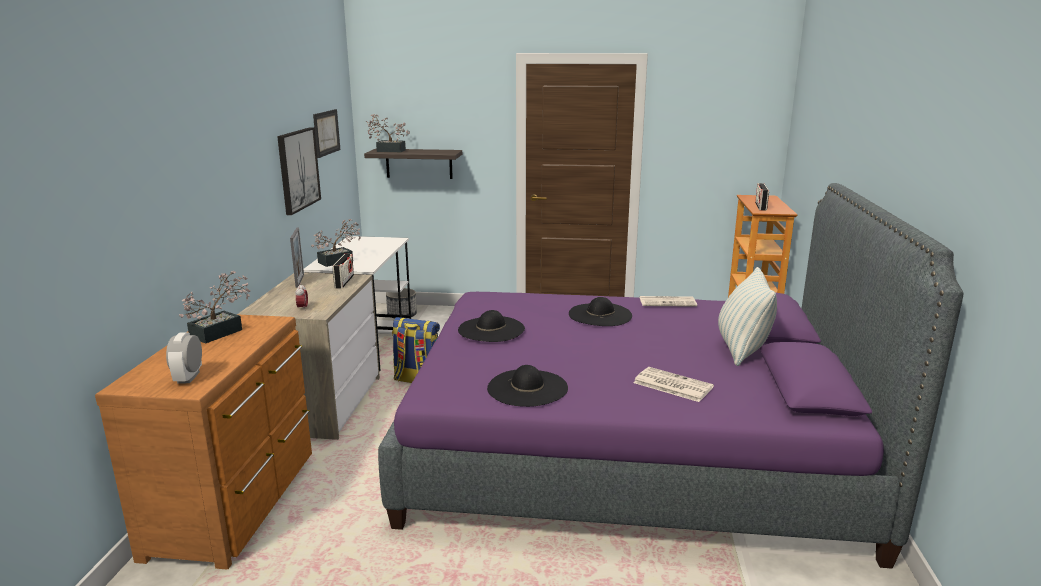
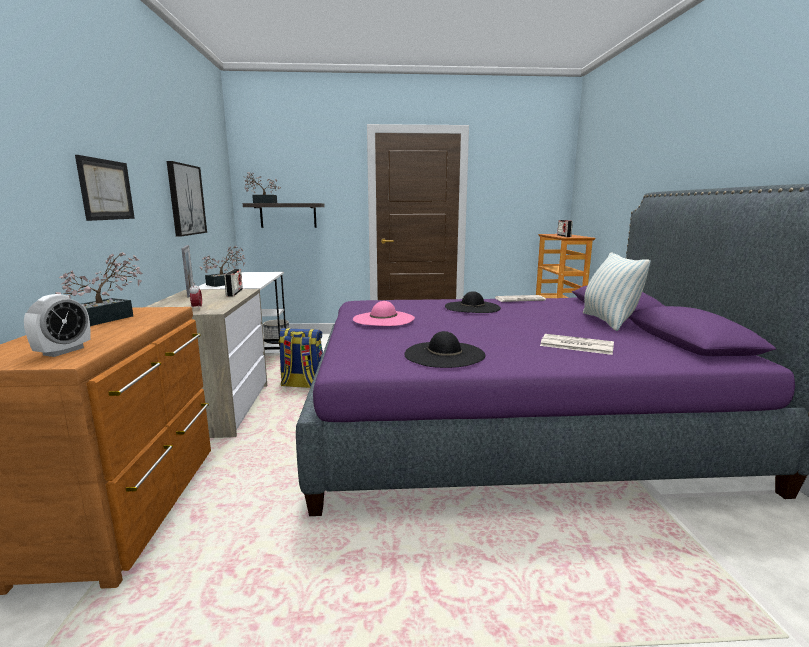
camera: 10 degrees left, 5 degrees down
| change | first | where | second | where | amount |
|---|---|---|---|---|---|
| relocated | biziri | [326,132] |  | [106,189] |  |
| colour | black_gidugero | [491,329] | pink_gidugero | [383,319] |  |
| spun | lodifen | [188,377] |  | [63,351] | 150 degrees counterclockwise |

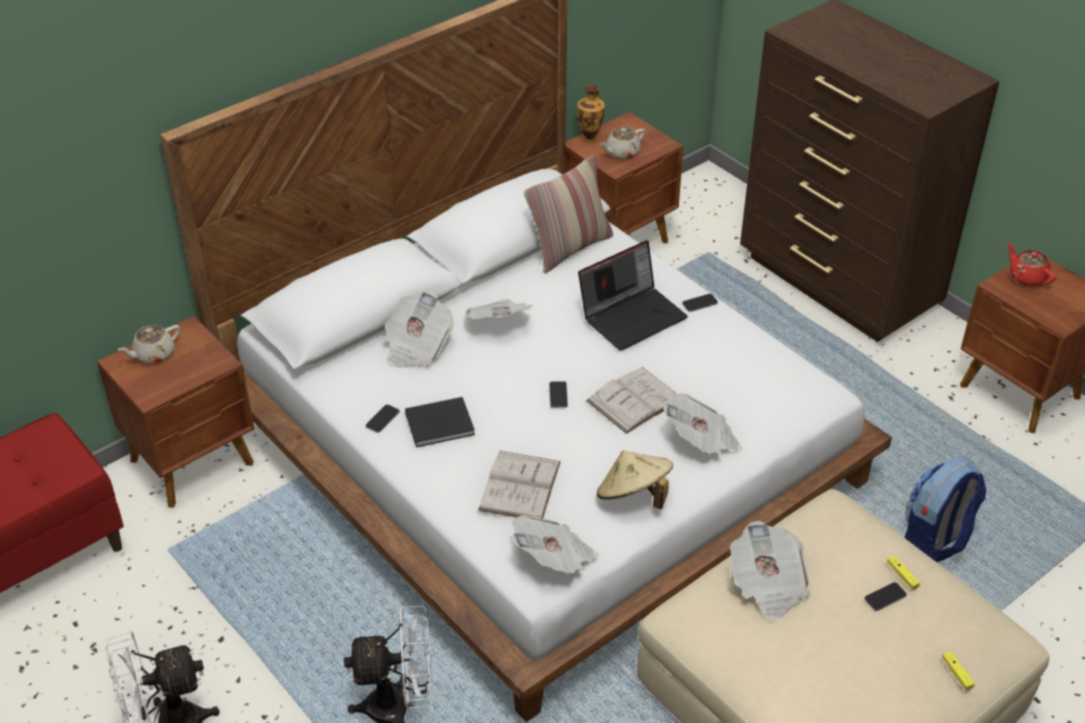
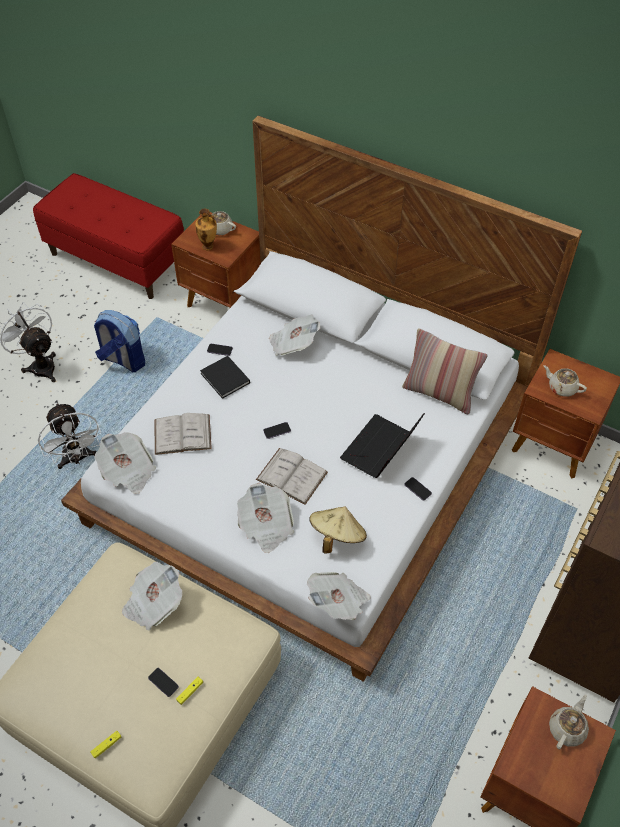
camera: 70 degrees right, 10 degrees up
| change | first | where | second | where | amount |
|---|---|---|---|---|---|
| relocated | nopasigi | [498,323] |  | [338,602] |  |
| relocated | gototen | [590,139] |  | [208,247] |  |
| relocated | beige_gidugero | [633,496] |  | [336,536] |  |
| relocated | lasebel | [935,541] |  | [123,360] |  |
| colour | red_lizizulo | [1026,277] | beige_lizizulo | [567,728] |  |
| spun | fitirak | [632,315] |  | [380,450] | 90 degrees clockwise |

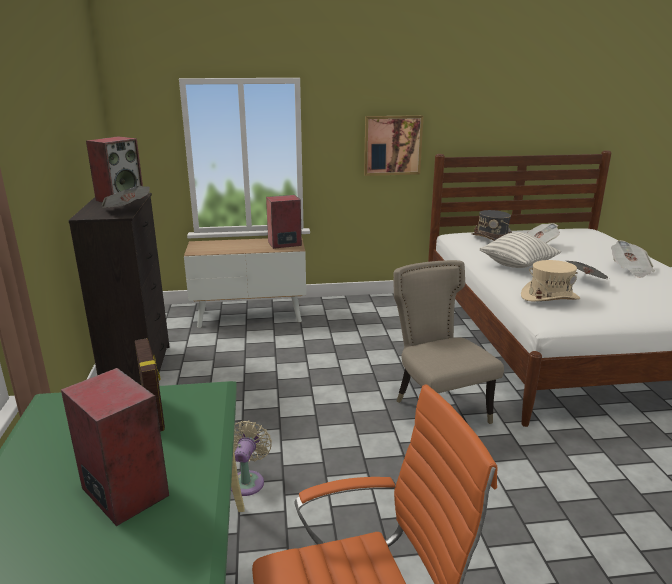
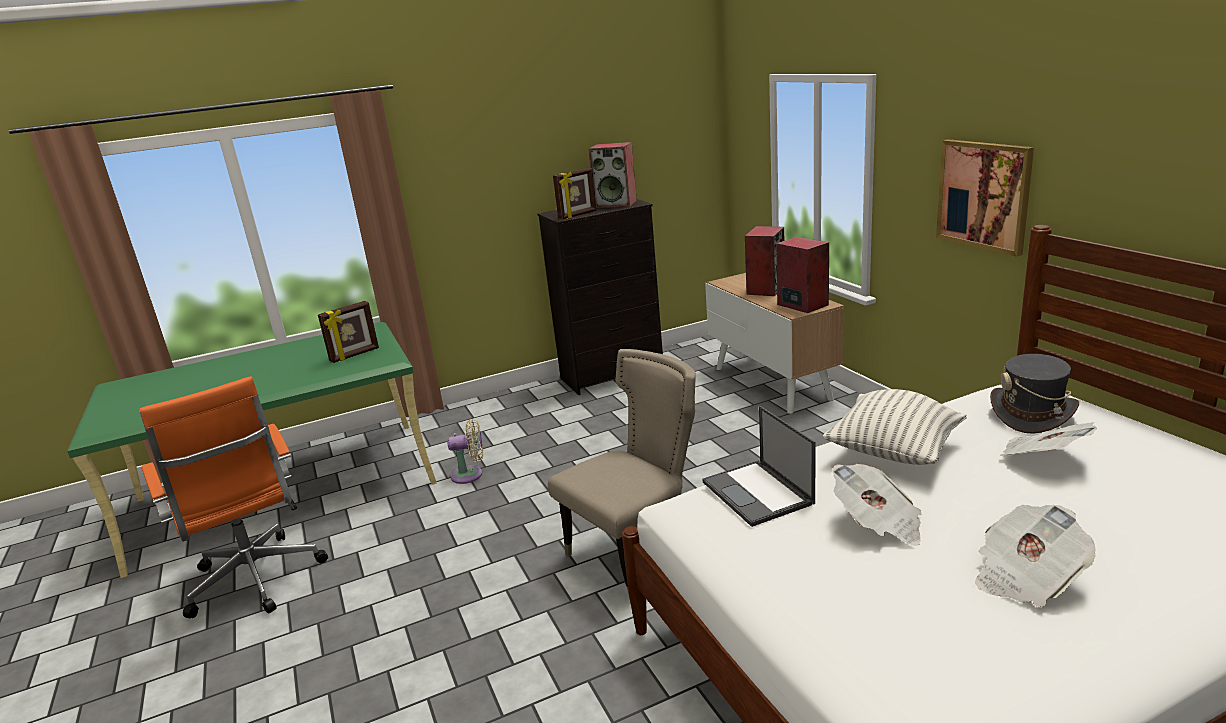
camera: 75 degrees right, 0 degrees up
| change | first | where | second | where | amount |
|---|---|---|---|---|---|
| relocated | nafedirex | [123,492] |  | [765,289] |  |
| exchanged | nopasigi | [127,210] | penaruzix | [578,215] |  |
| exchanged | beige_gidugero | [549,297] | fitirak | [758,493] |  |

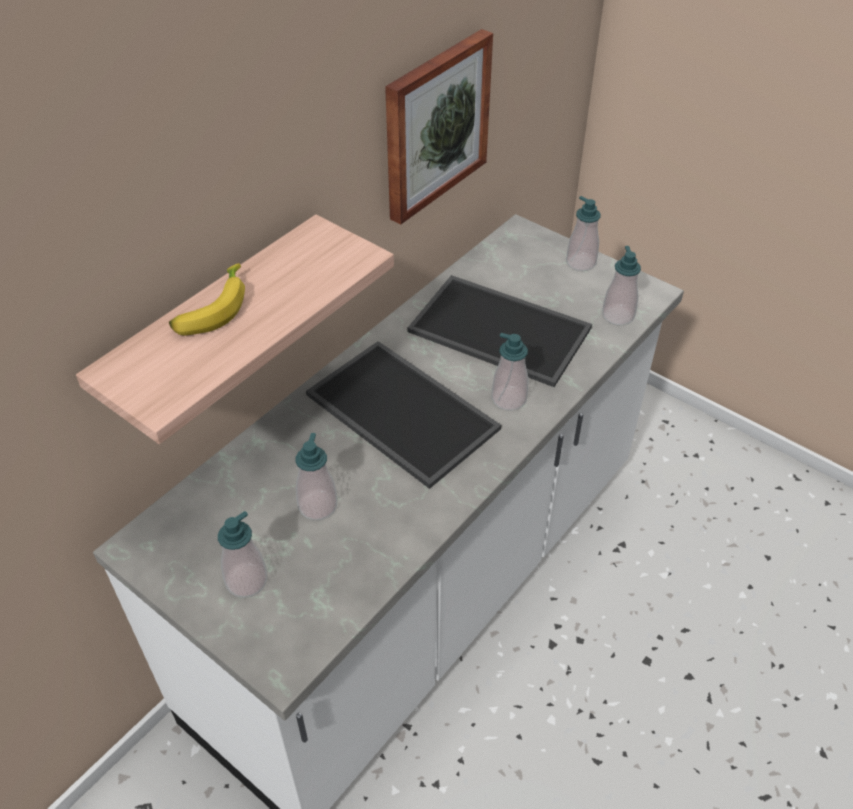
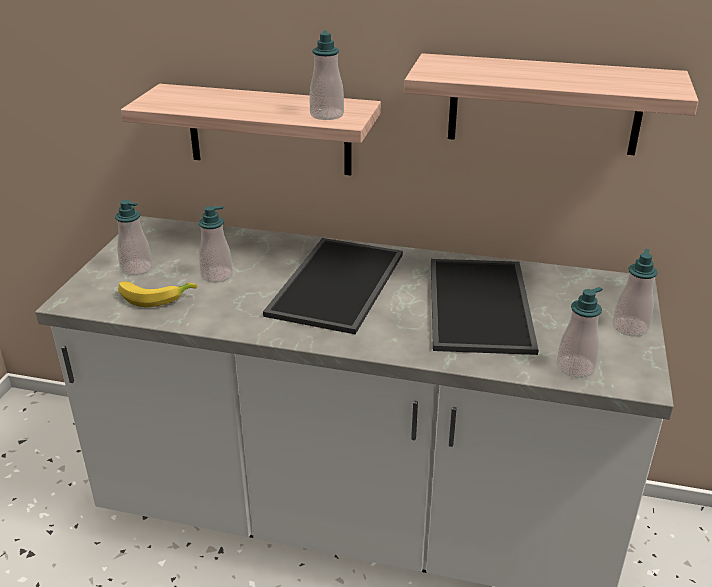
camera: 65 degrees right, 15 degrees down
| change | first | where | second | where | amount |
|---|---|---|---|---|---|
| relocated | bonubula | [211,310] |  | [155,297] |  |
| relocated | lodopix | [509,399] |  | [327,115] |  |
| exchanged | biziri | [435,125] | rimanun | [544,104] |  |

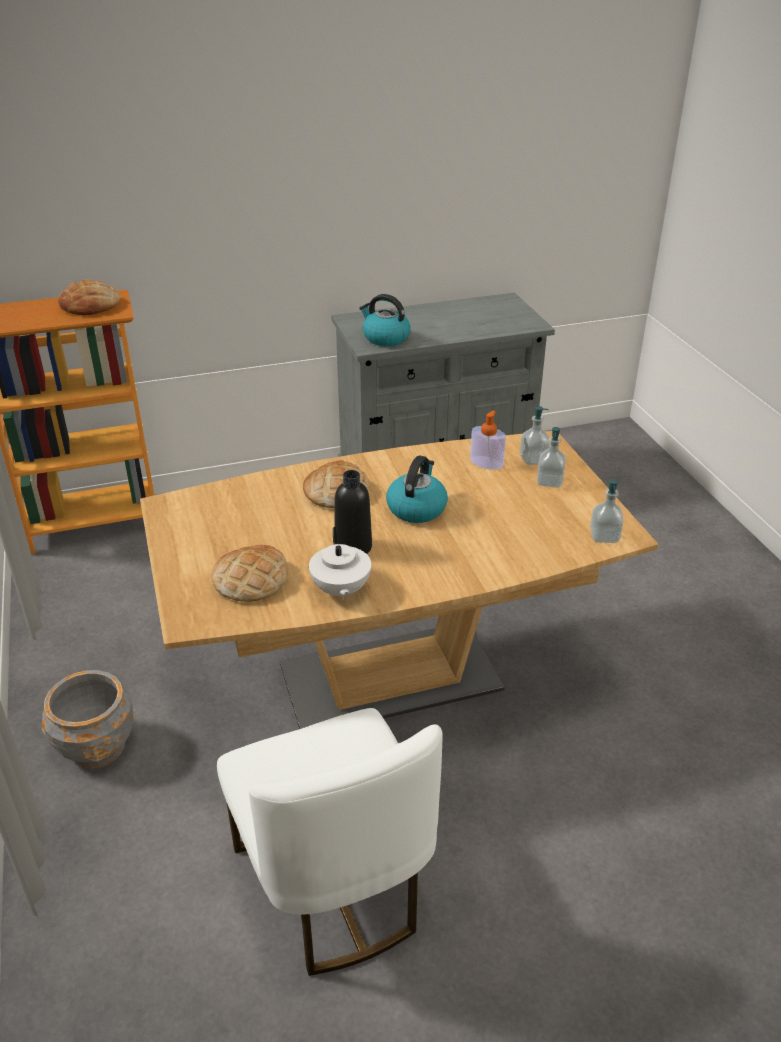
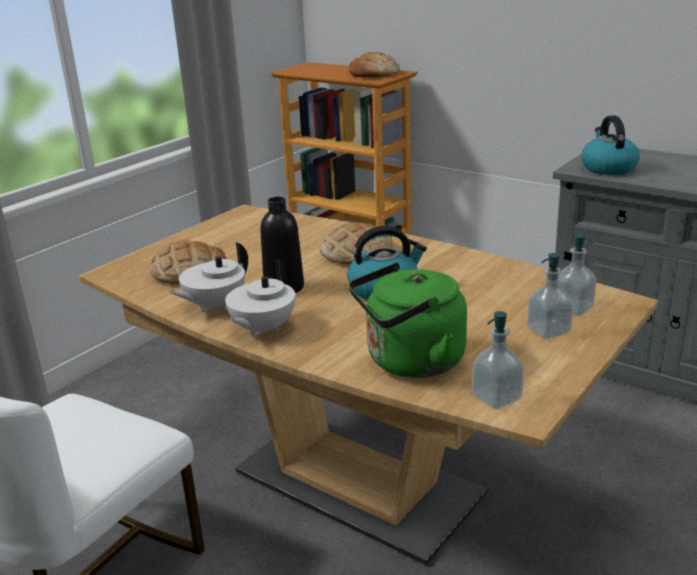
camera: 55 degrees right, 10 degrees down
| change | first | where | second | where | amount |
|---|---|---|---|---|---|
| missing | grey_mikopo | [96,746] |  |  |  |
| missing | lodopix | [486,463] |  |  |  |
| appeared |  |  | white_lizizulo | [262,329] |  |
| appeared |  |  | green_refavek | [410,362] |  |

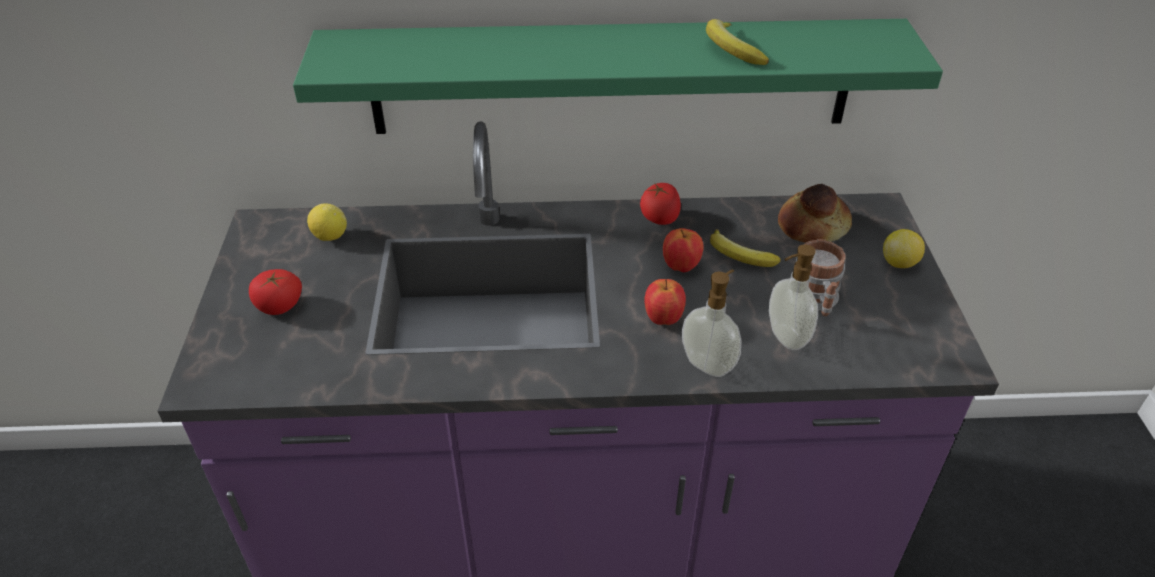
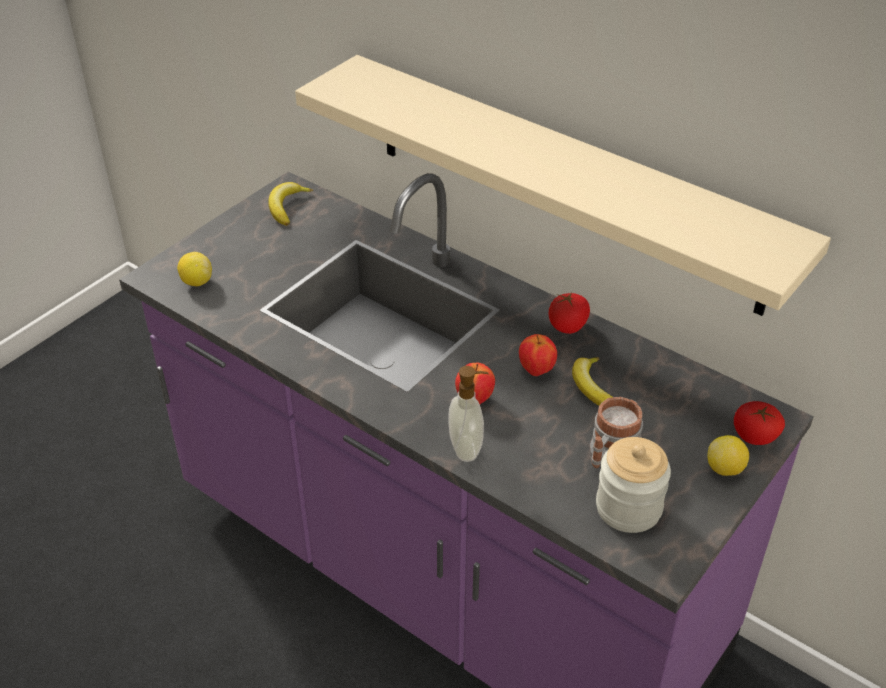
camera: 40 degrees right, 0 degrees up
| change | first | where | second | where | amount |
|---|---|---|---|---|---|
| missing | lodopix | [785,337] |  |  |  |
| missing | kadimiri | [812,226] |  |  |  |
| appeared |  |  | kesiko | [628,508] |  |
| relocated | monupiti | [279,307] |  | [754,436] |  |
| relocated | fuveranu | [330,236] |  | [197,282] |  |
| relocated | bonubula | [731,50] |  | [287,207] |  |
| colour | green_rimanun | [611,77] | beige_rimanun | [563,182] |  |

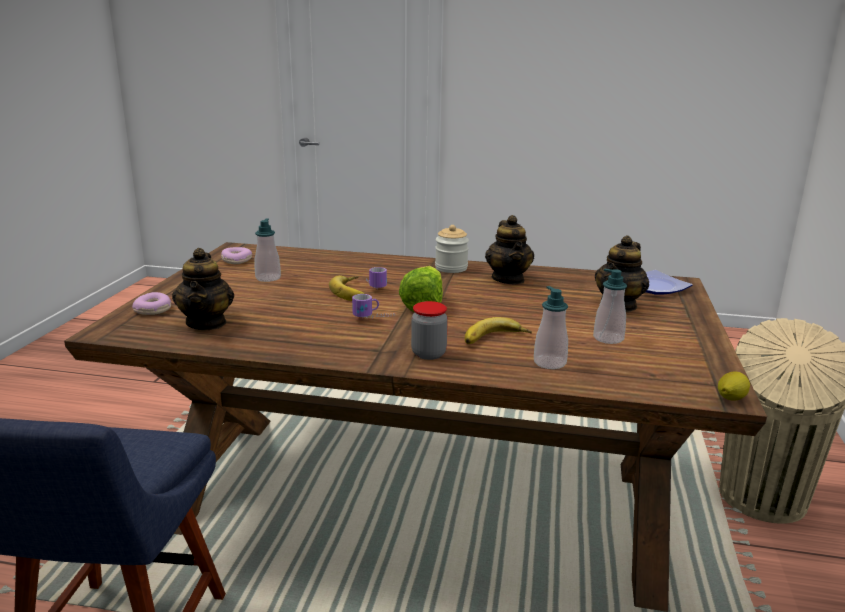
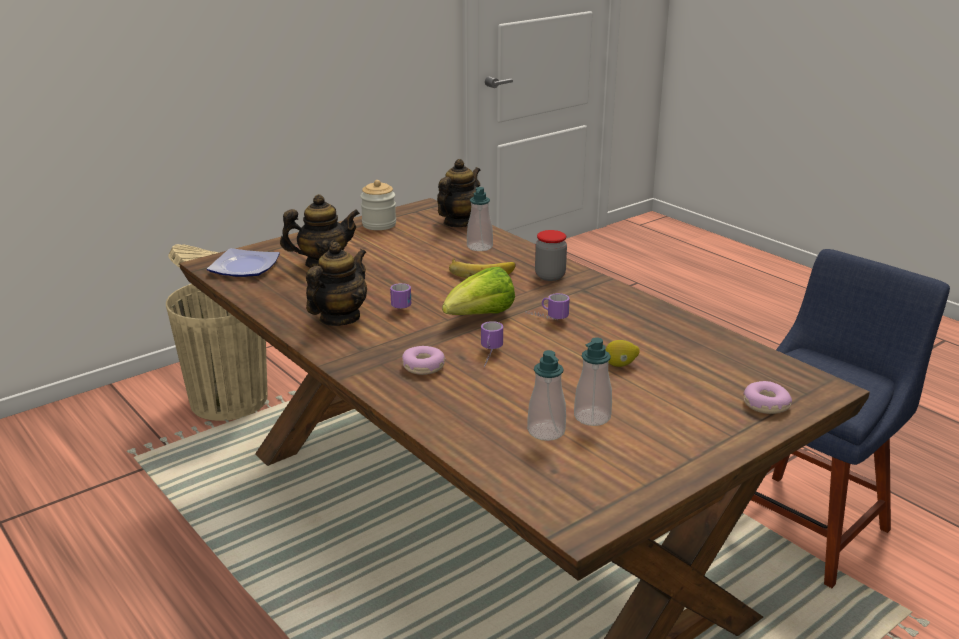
camera: 140 degrees left, 5 degrees up
| change | first | where | second | where | amount |
|---|---|---|---|---|---|
| missing | bonubula | [353,292] |  |  |  |
| appeared |  |  | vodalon | [402,305] |  |
| relocated | lizizulo | [207,323] |  | [459,223] |  |
| relocated | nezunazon | [236,260] |  | [423,367] |  |
| relocated | kesiko | [451,268] |  | [379,224] |  |
| relocated | lodopix | [608,338] |  | [546,431] |  |
| relocated | fuveranu | [730,399] |  | [620,365] |  |

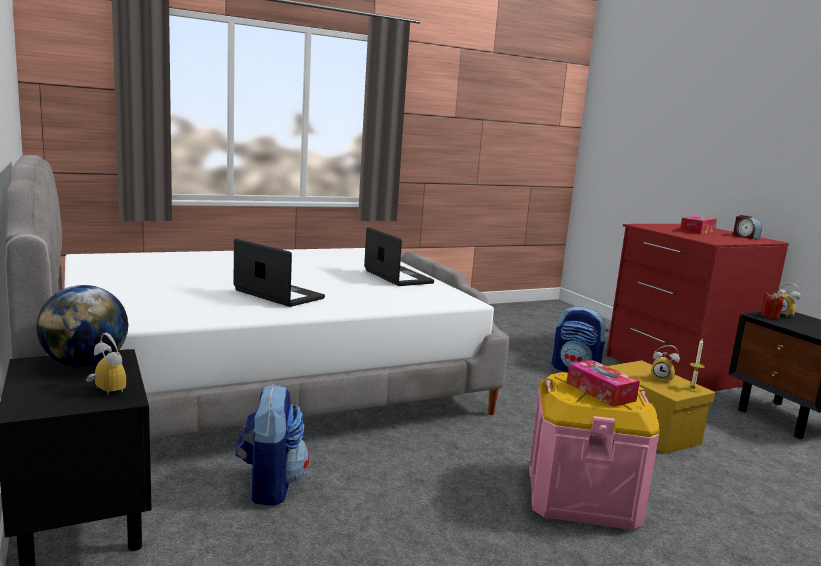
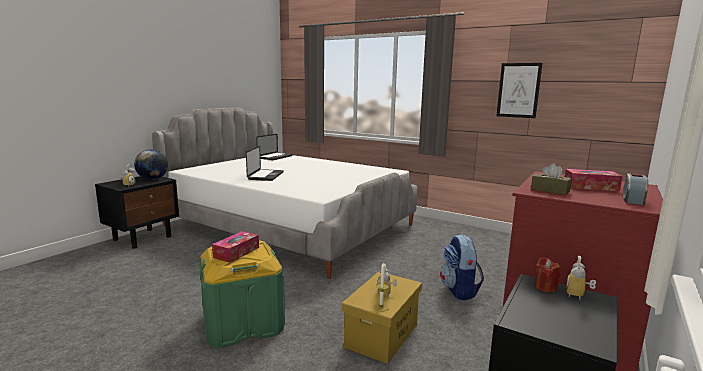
camera: 60 degrees right, 0 degrees up
| change | first | where | second | where | amount |
|---|---|---|---|---|---|
| missing | lasebel | [270,485] |  |  |  |
| appeared |  |  | biziri | [518,90] |  |
| appeared |  |  | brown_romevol | [550,190] |  |
| relocated | fitirak | [398,277] |  | [275,157] |  |
| colour | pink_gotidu | [582,496] | green_gotidu | [243,323] |  |

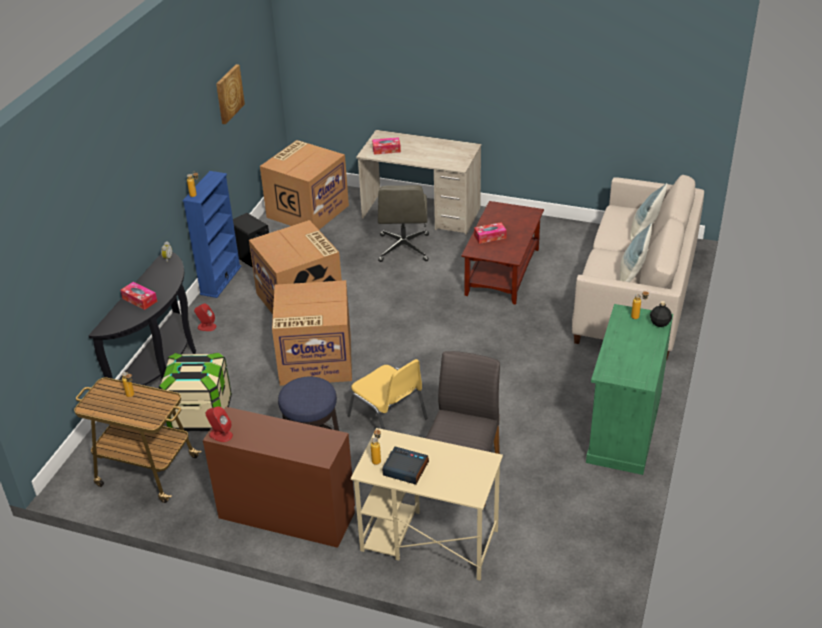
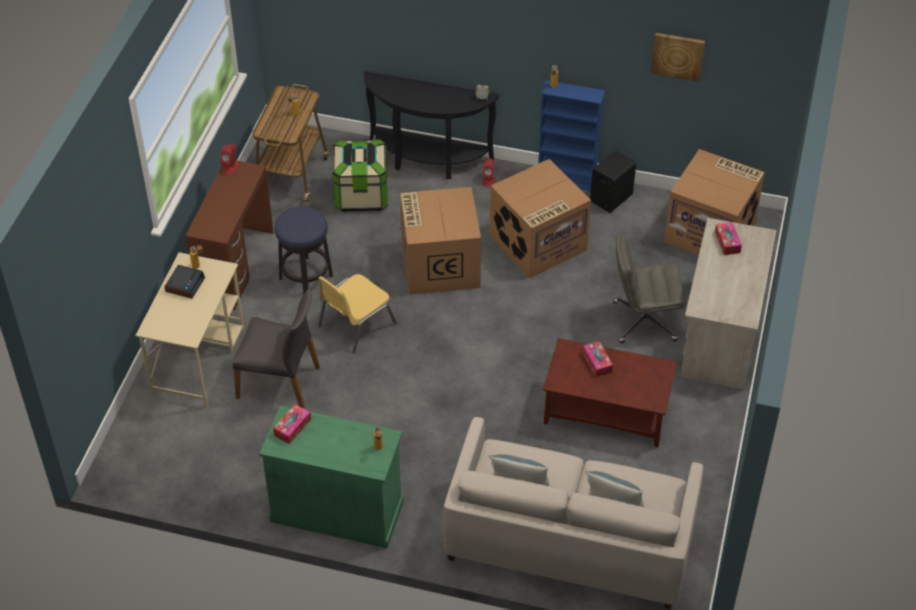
camera: 85 degrees right, 10 degrees up
| change | first | where | second | where | amount |
|---|---|---|---|---|---|
| missing | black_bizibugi | [659,323] |  |  |  |
| relocated | romevol | [139,300] |  | [292,427] |  |

